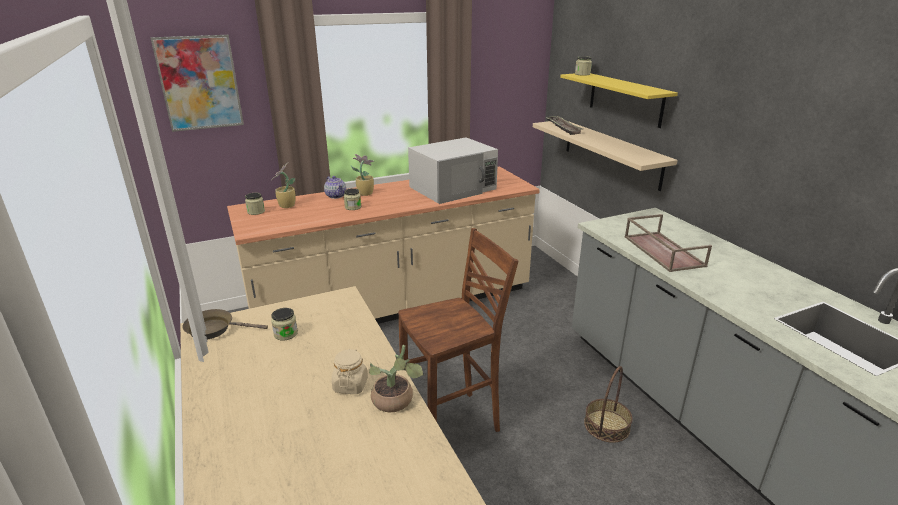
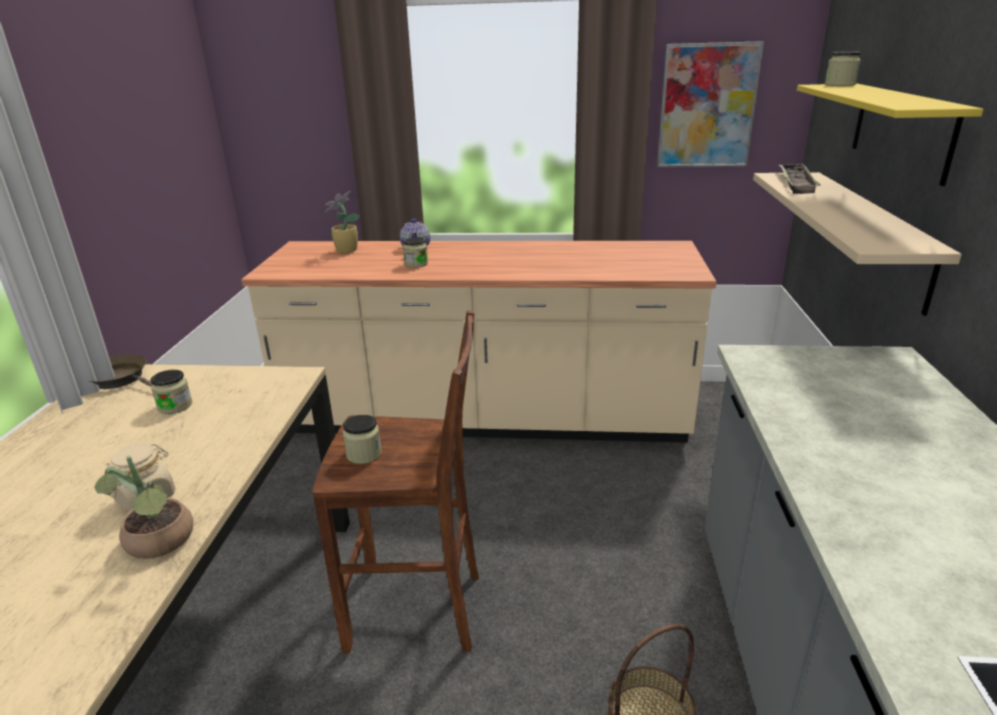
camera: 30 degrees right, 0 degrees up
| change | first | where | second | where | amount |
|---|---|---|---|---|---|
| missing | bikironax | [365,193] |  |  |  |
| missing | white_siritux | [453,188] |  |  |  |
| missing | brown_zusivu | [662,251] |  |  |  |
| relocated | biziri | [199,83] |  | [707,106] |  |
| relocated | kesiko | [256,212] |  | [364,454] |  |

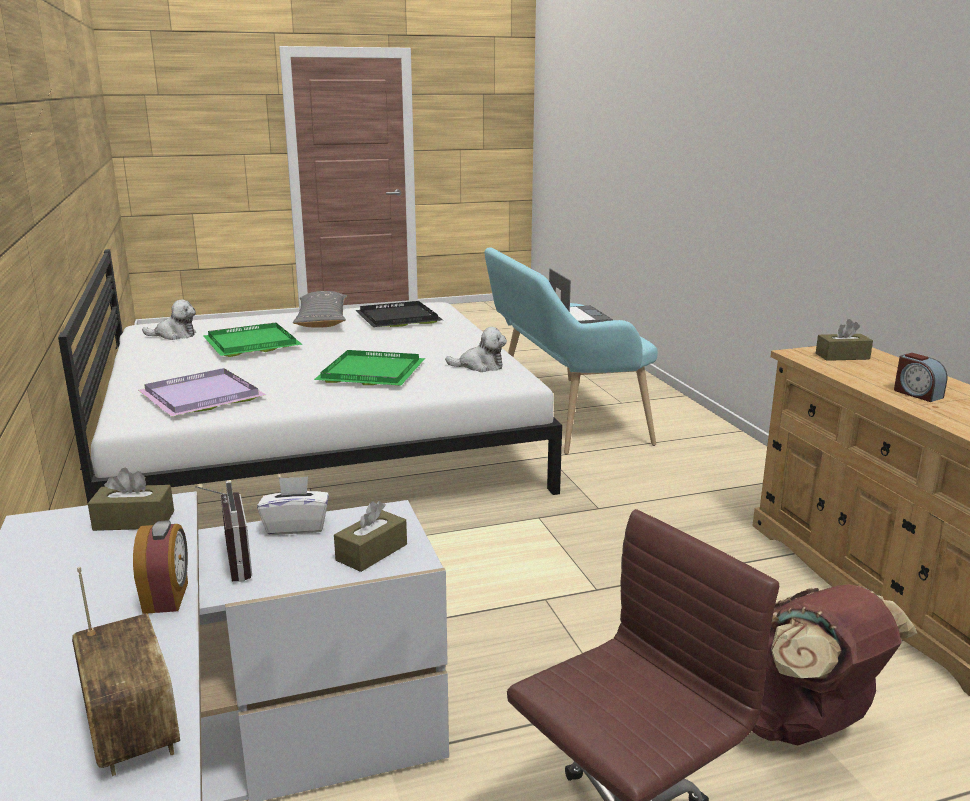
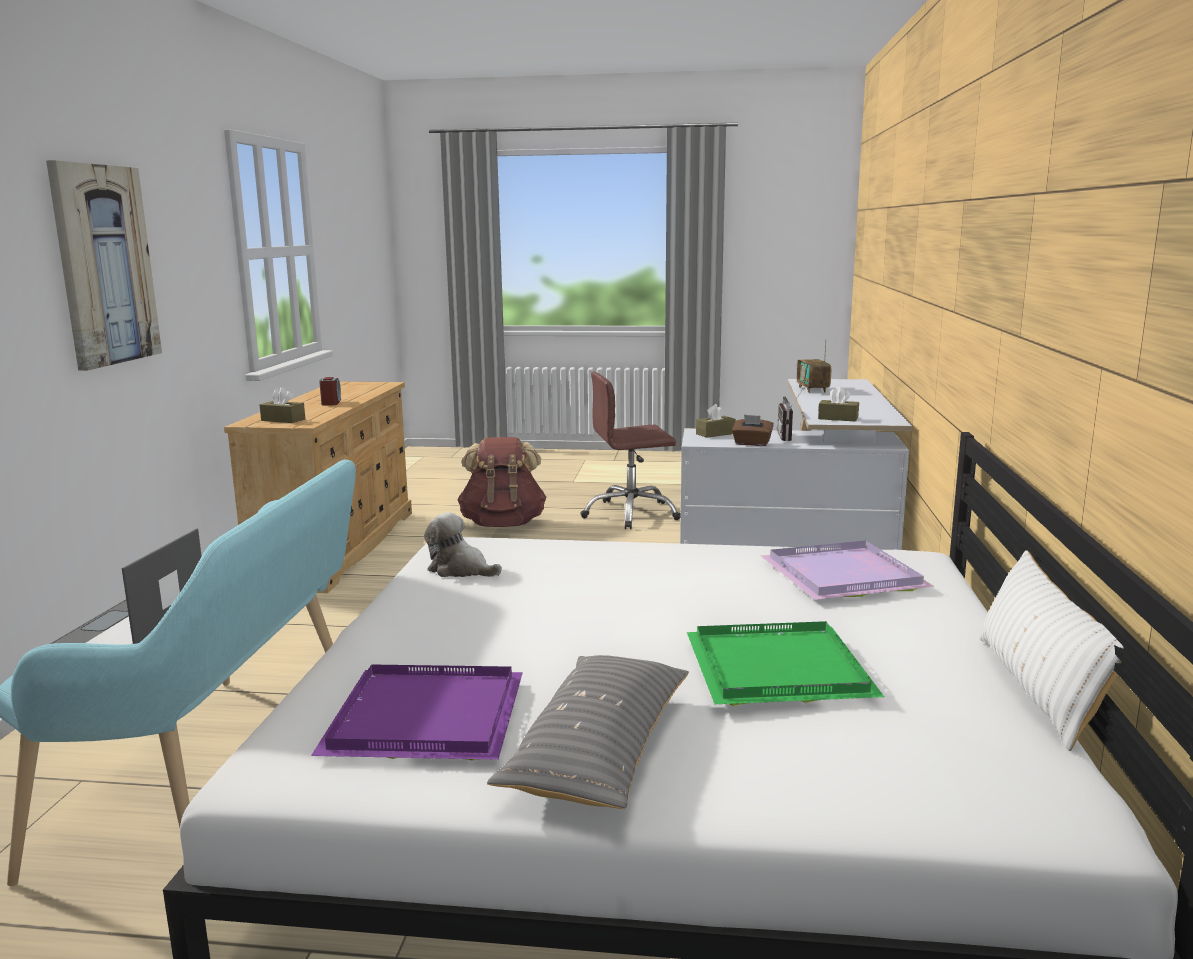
camera: 155 degrees left, 5 degrees down
| change | first | where | second | where | amount |
|---|---|---|---|---|---|
| missing | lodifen | [167,597] |  |  |  |
| missing | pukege | [174,335] |  |  |  |
| missing | green_zusivu | [373,372] |  |  |  |
| appeared |  |  | biziri | [104,265] |  |
| appeared |  |  | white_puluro | [1037,688] |  |
| colour | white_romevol | [296,526] | brown_romevol | [752,443] |  |
| colour | black_zusivu | [400,318] | purple_zusivu | [423,716] |  |

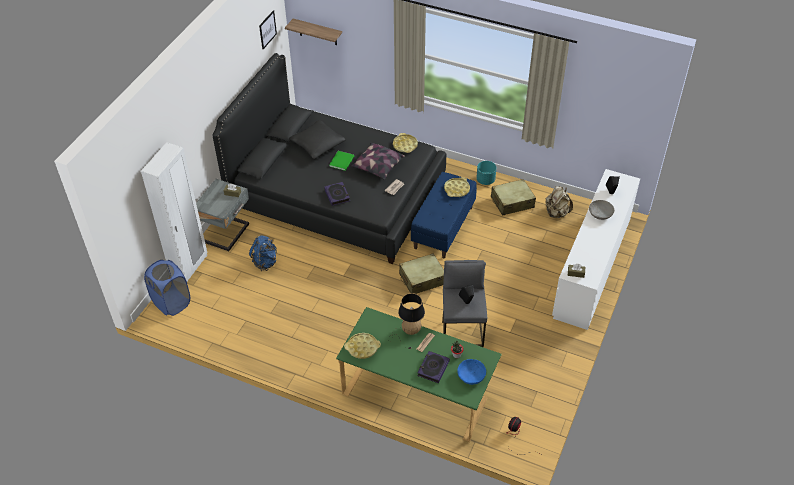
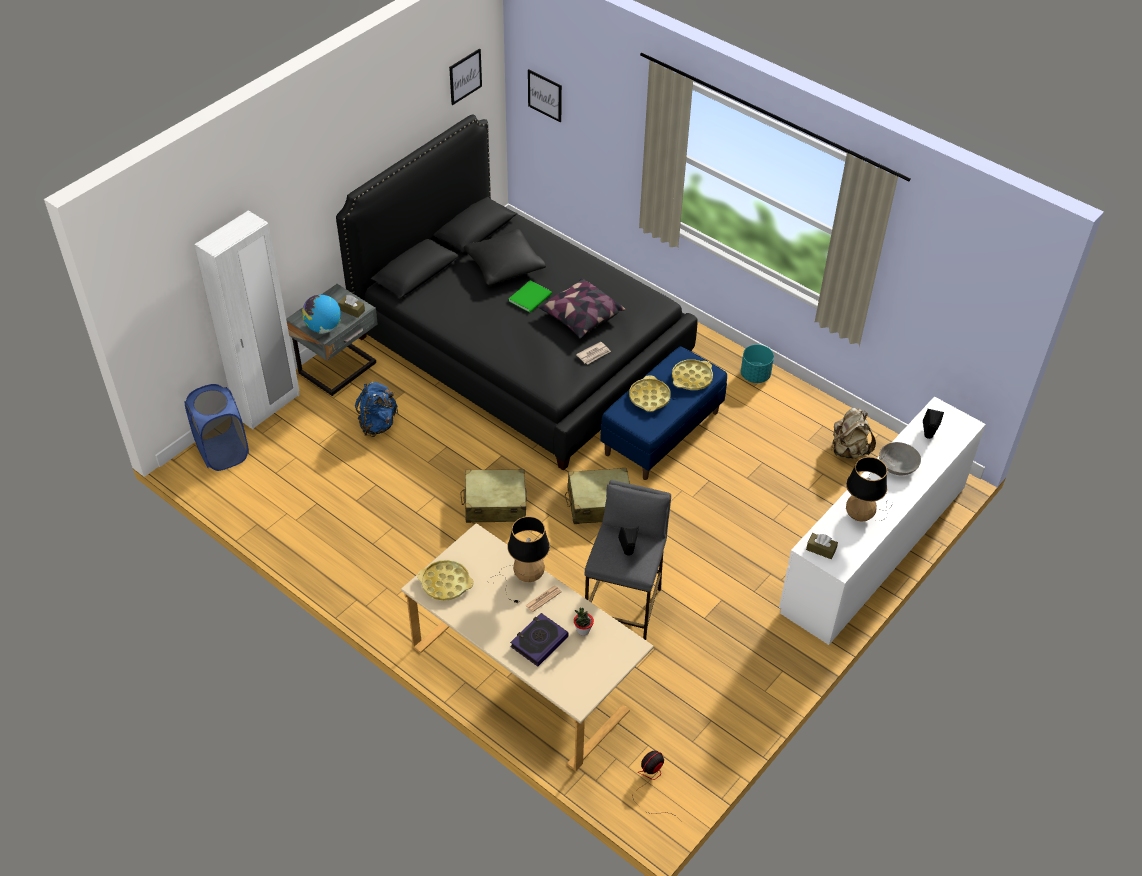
camera: 15 degrees right, 0 degrees up
| change | first | where | second | where | amount |
|---|---|---|---|---|---|
| missing | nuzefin | [337,195] |  |  |  |
| missing | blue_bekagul | [471,376] |  |  |  |
| appeared |  |  | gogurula | [323,328] |  |
| appeared |  |  | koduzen | [862,513] |  |
| relocated | yellow_zusivu | [405,145] |  | [649,397] |  |
| relocated | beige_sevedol | [512,202] |  | [495,504] |  |
| exchanged | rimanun | [318,32] | biziri | [545,95] |  |
| colour | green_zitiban | [417,393] | beige_zitiban | [525,675] |  |

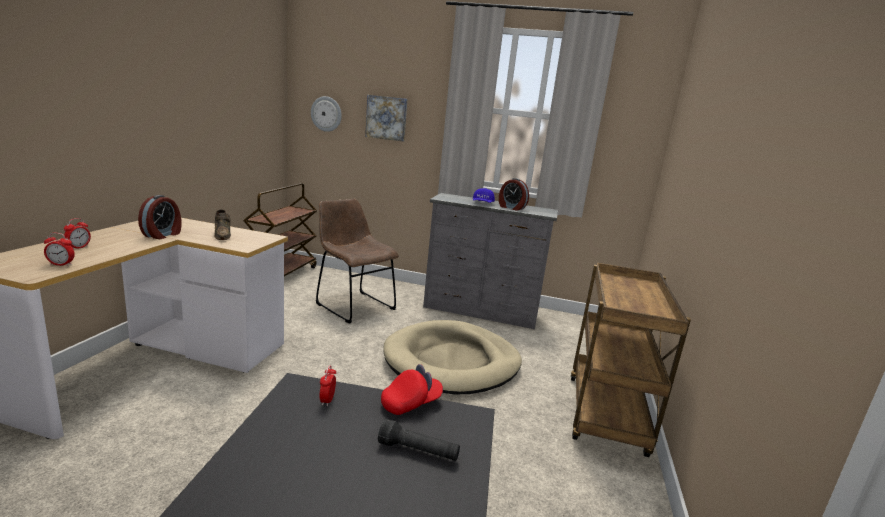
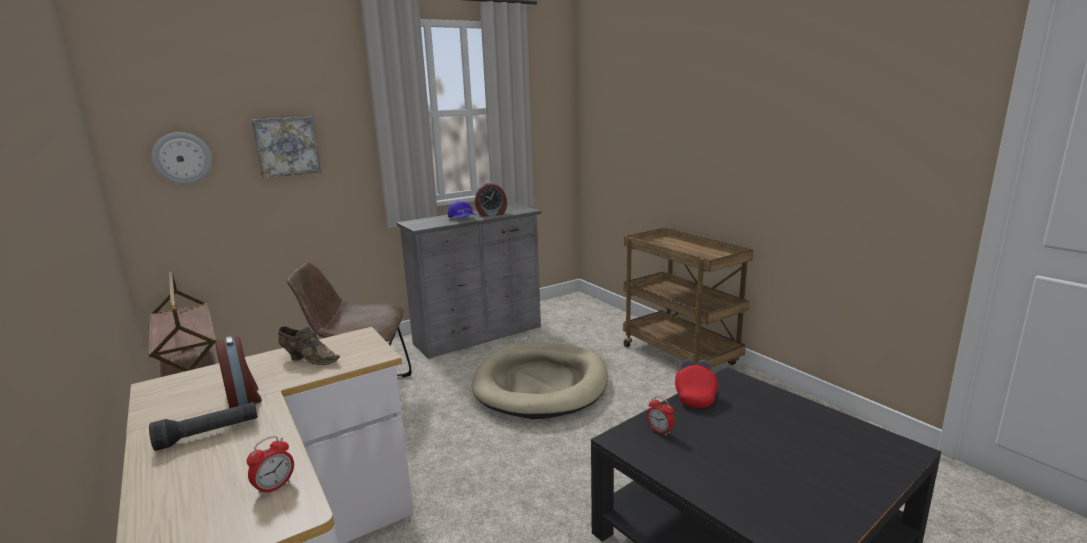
camera: 45 degrees left, 0 degrees up
| change | first | where | second | where | amount |
|---|---|---|---|---|---|
| missing | lodifen | [78,247] |  |  |  |
| relocated | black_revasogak | [418,451] |  | [209,434] |  |

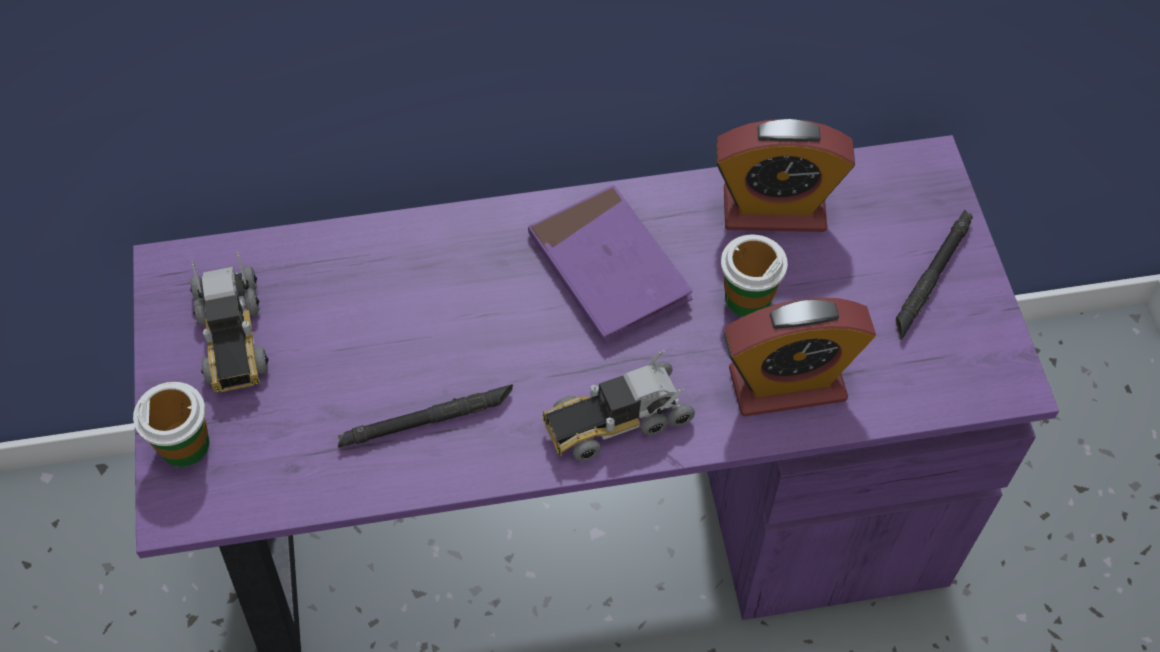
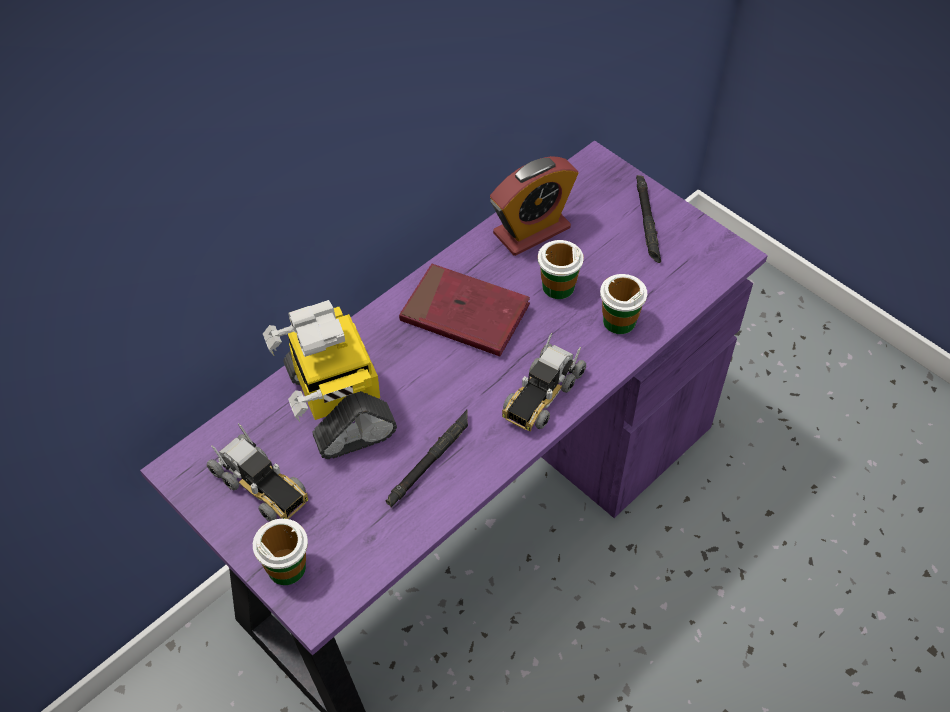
camera: 35 degrees left, 5 degrees down
| change | first | where | second | where | amount |
|---|---|---|---|---|---|
| appeared |  |  | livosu | [337,402] |  |
| exchanged | lodifen | [787,384] | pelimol | [619,321] |  |
| colour | purple_nuzefin | [609,268] | red_nuzefin | [465,314] |  |

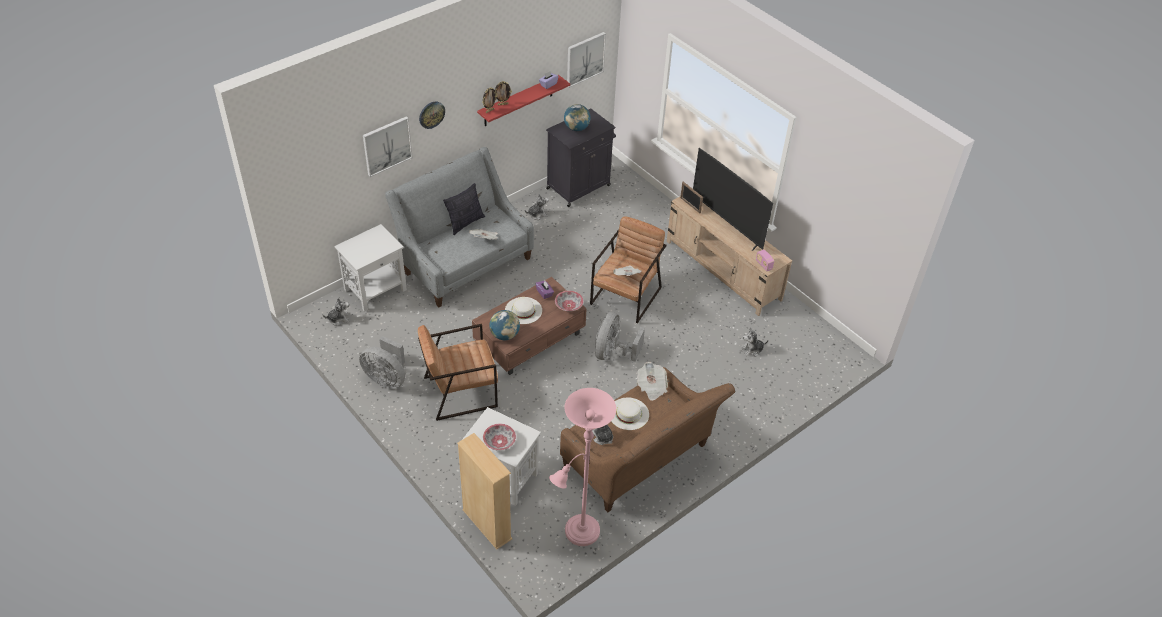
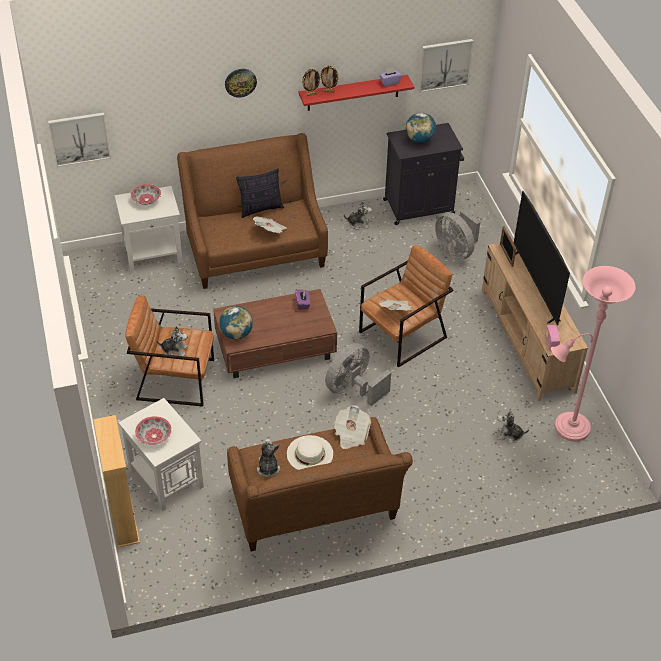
camera: 25 degrees right, 0 degrees up
| change | first | where | second | where | amount |
|---|---|---|---|---|---|
| missing | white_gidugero | [523,310] |  |  |  |
| relocated | pukege | [338,319] |  | [174,350] |  |
| relocated | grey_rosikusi | [387,378] |  | [456,251] |  |
| relocated | biziri | [387,145] |  | [79,138] |  |
| relocated | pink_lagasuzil | [578,533] |  | [567,428] |  |
| relocated | bekagul | [568,305] |  | [146,199] |  |
| colour | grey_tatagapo | [464,262] | brown_tatagapo | [255,251] |  |

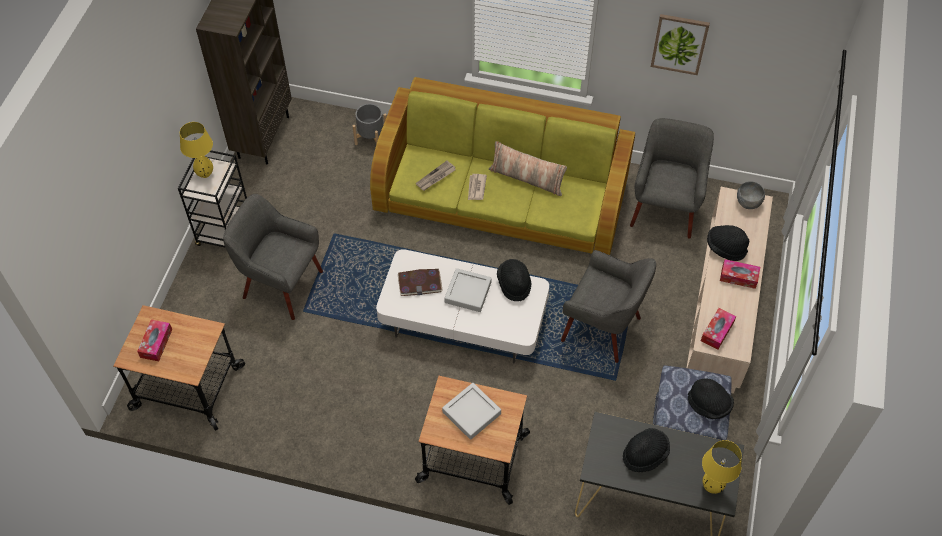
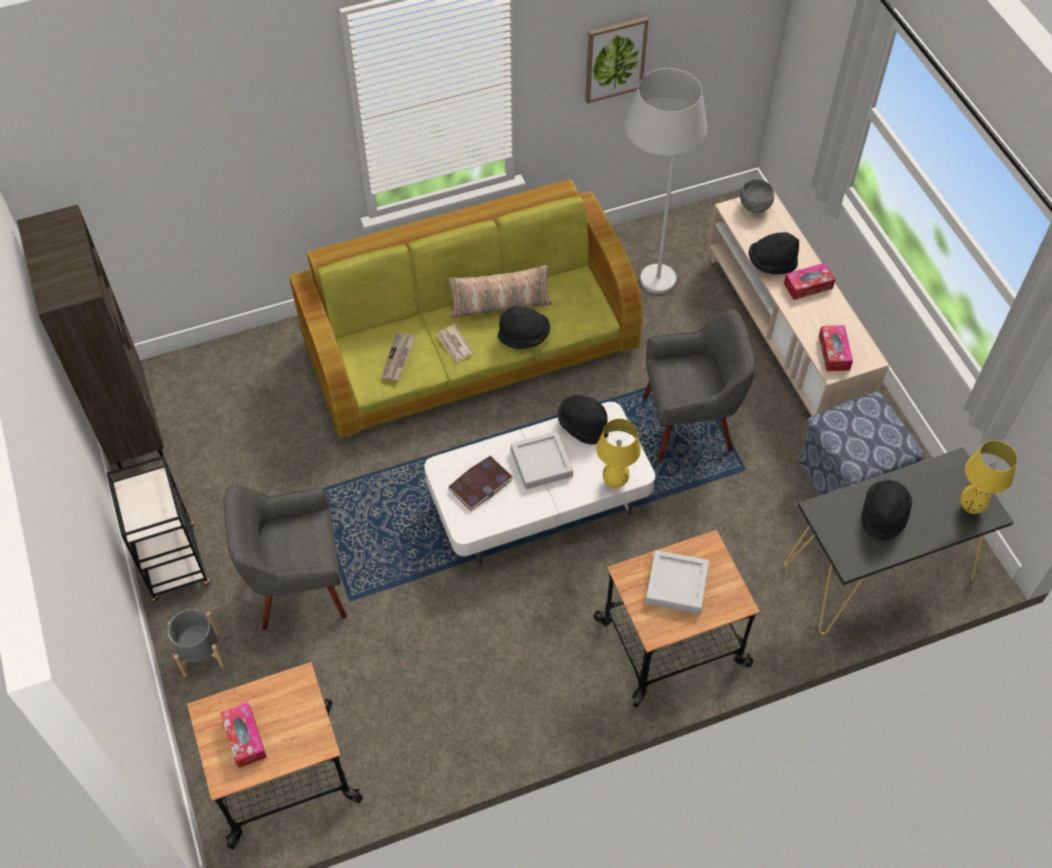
camera: 35 degrees left, 0 degrees up
| change | first | where | second | where | amount |
|---|---|---|---|---|---|
| relocated | yellow_koduzen | [205,174] |  | [615,482] |  |
| relocated | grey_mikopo | [371,138] |  | [201,653] |  |
| relocated | black_gidugero | [708,405] |  | [524,336] |  |
| exchanged | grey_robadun | [664,209] | white_lagasuzil | [649,265] |  |

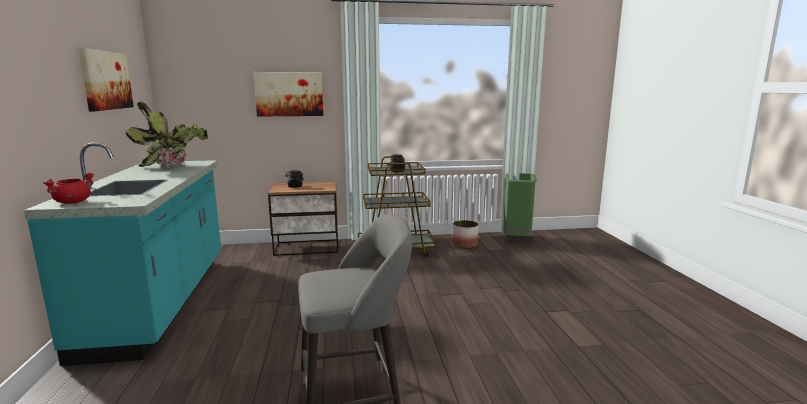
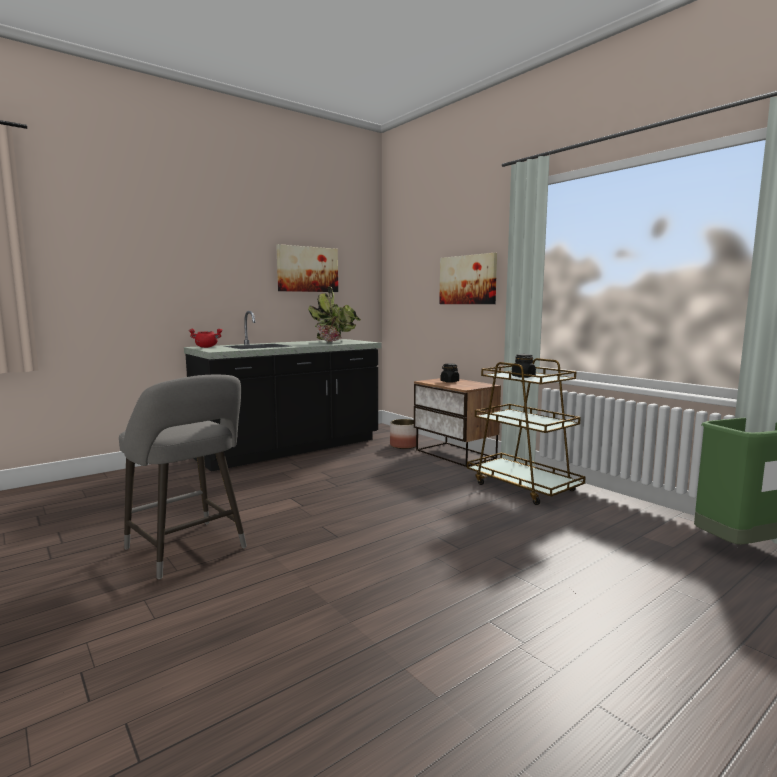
camera: 60 degrees right, 5 degrees down
| change | first | where | second | where | amount |
|---|---|---|---|---|---|
| relocated | mikopo | [465,244] |  | [404,446] |  |
| colour | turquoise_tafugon | [161,301] | black_tafugon | [291,449] |  |

